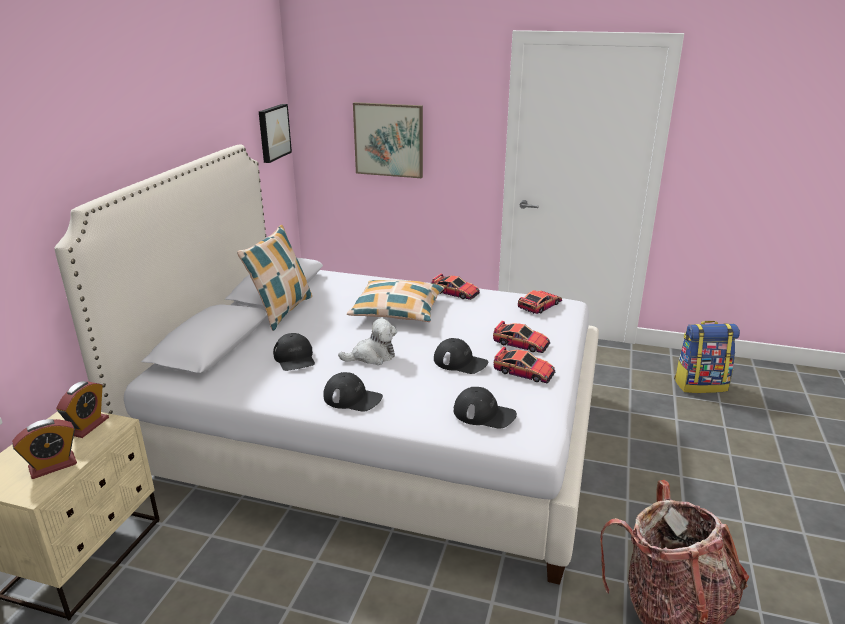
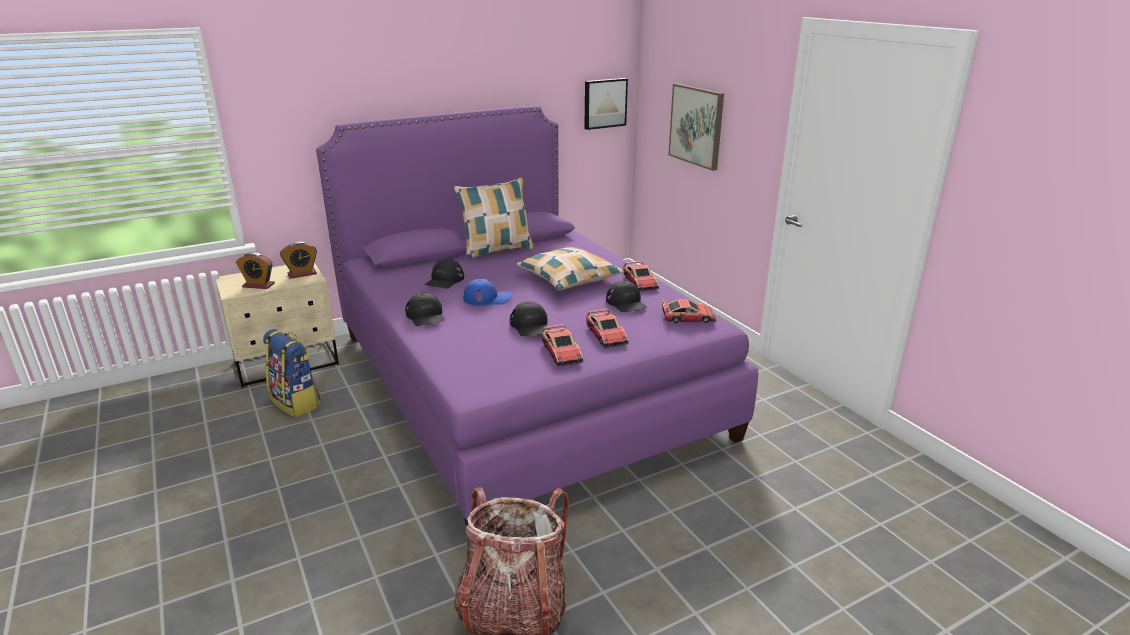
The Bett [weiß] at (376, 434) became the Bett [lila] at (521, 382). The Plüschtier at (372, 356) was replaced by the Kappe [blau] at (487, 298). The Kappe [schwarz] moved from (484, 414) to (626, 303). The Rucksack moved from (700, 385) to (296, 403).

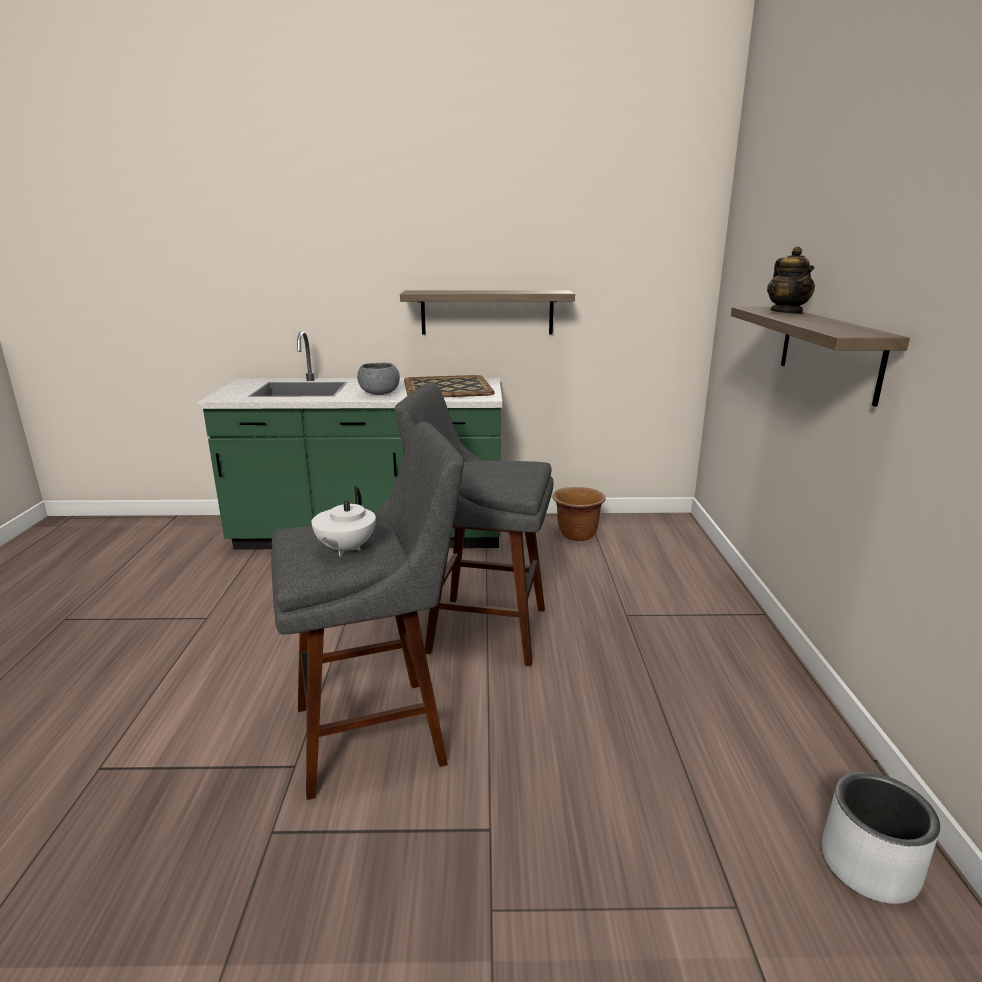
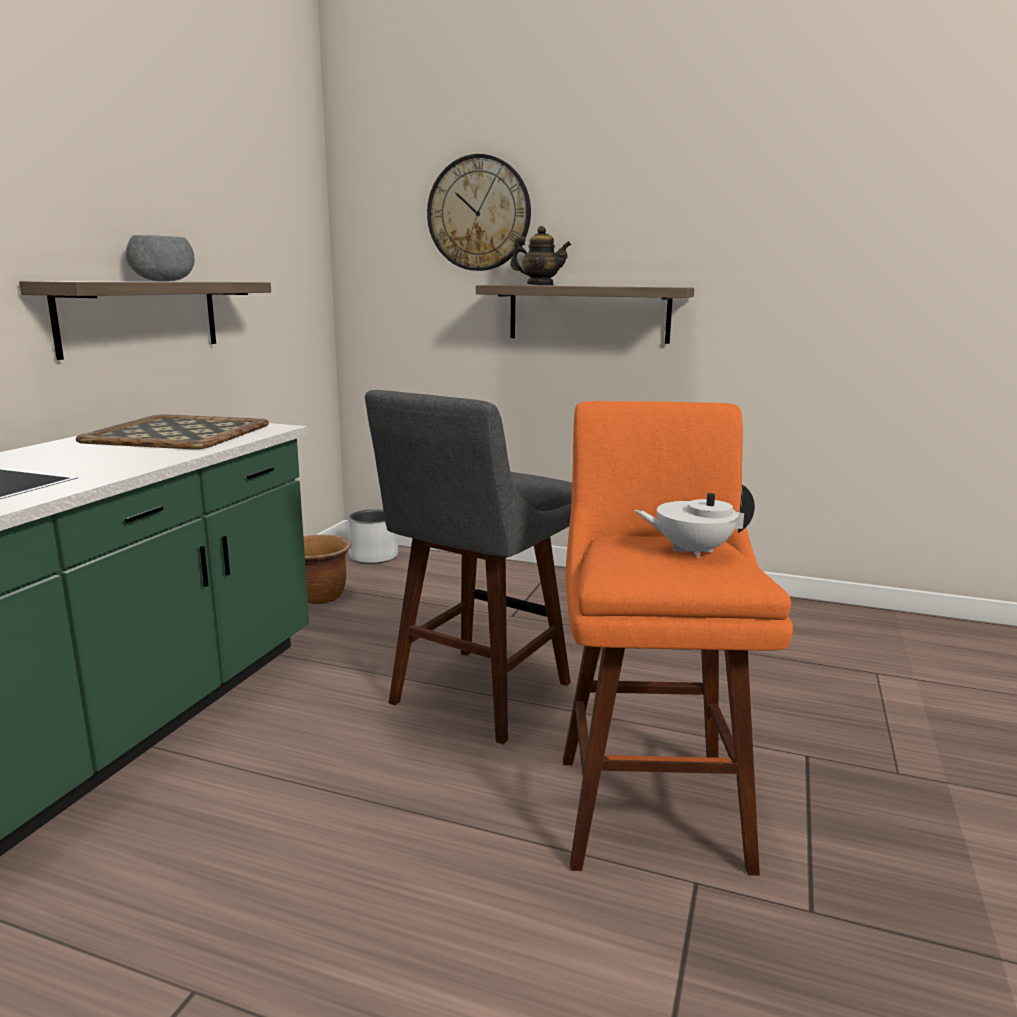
The Hocker [grau] at (378, 732) became the Hocker [orange] at (648, 803). The Teekanne [weiß] at (345, 549) turned 150 degrees clockwise. The Schüssel [grau] moved from (379, 393) to (163, 281). The Pflanzkübel [grau] moved from (868, 866) to (373, 557). The Wanduhr at (479, 213) appeared.

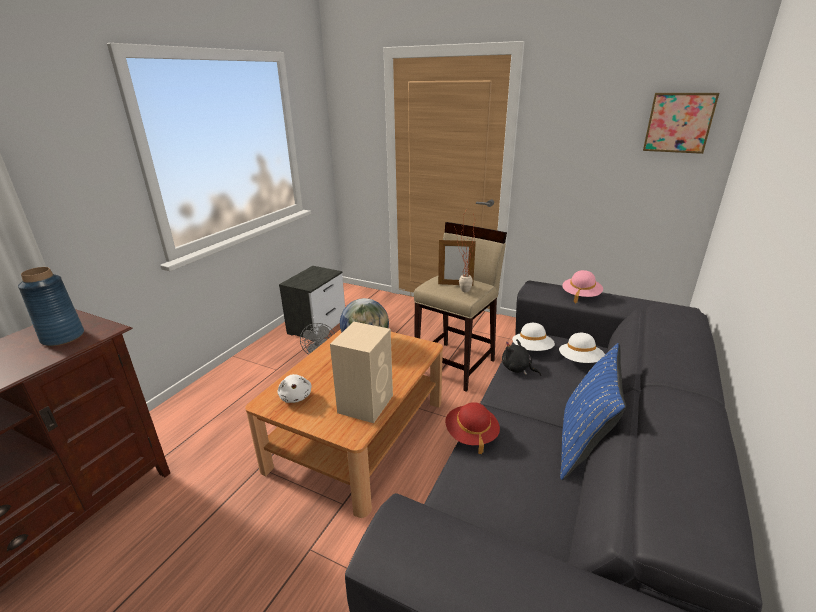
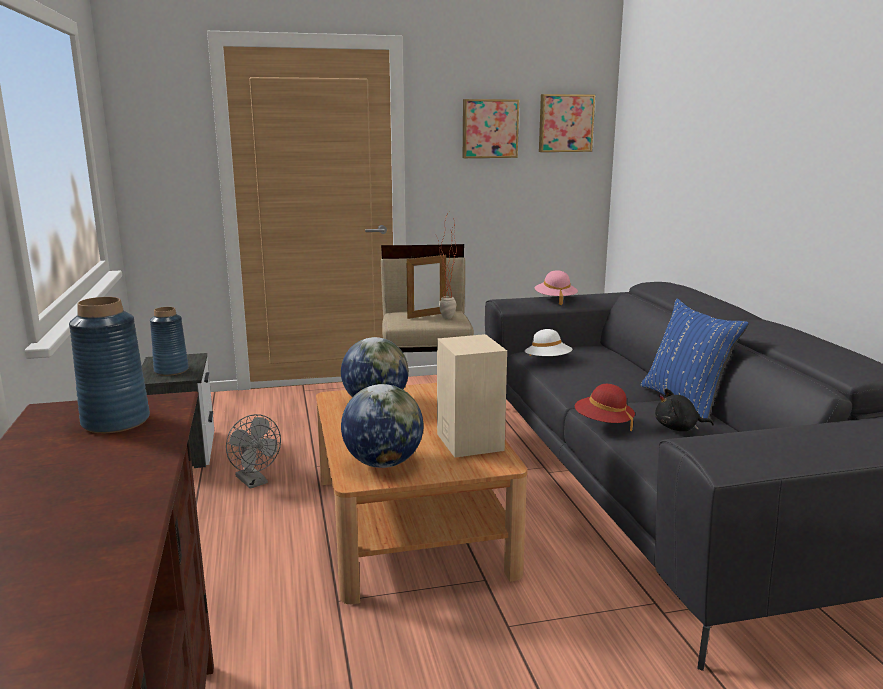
The Plüschtier [weiß] at (296, 396) was replaced by the Globus at (383, 463). The Plüschtier [schwarz] moved from (517, 369) to (678, 428). The Hut [weiß] at (580, 361) disappeared. The Vase [blau] at (171, 370) appeared. The Bild at (489, 128) appeared.

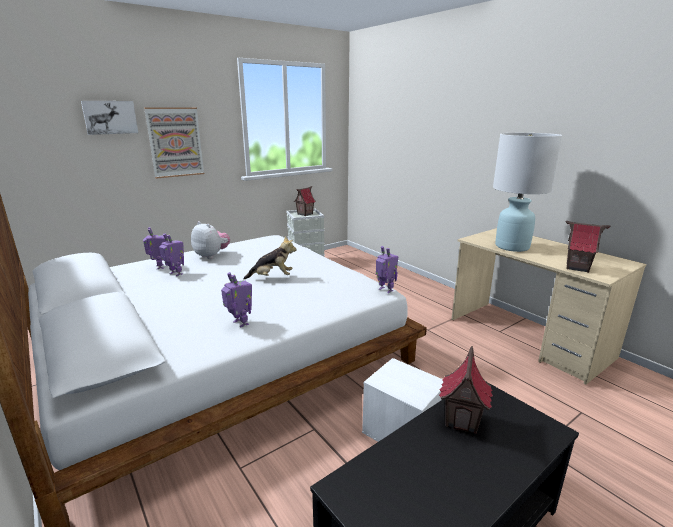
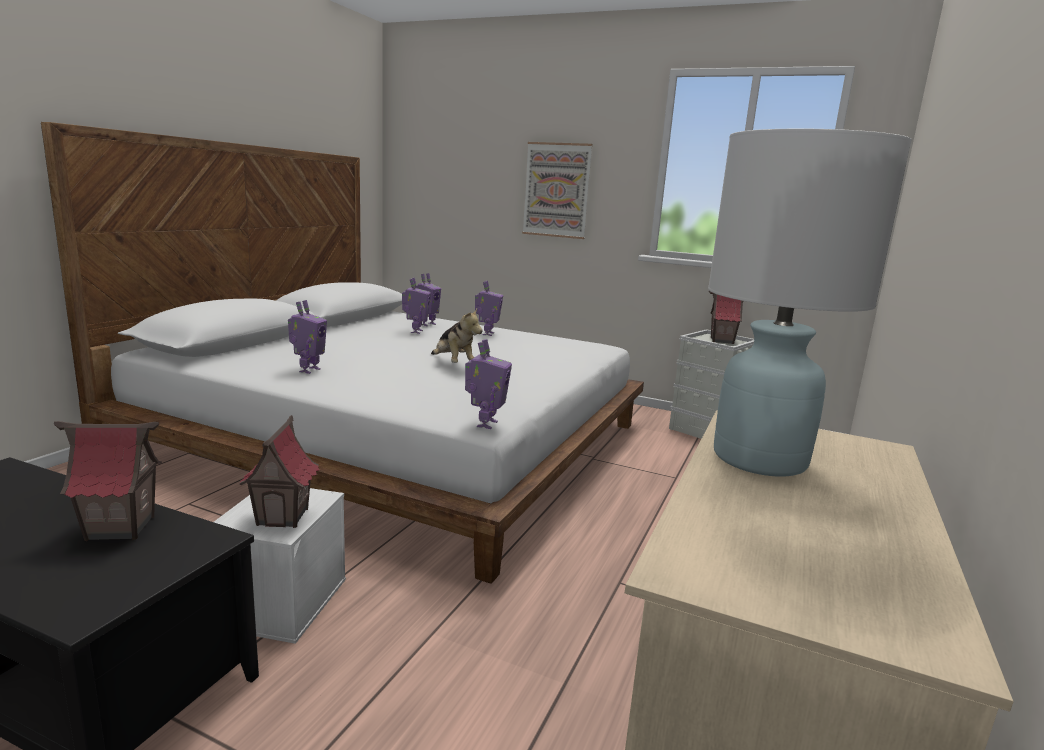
The Bild at (110, 117) disappeared. The Plüschtier at (212, 256) was replaced by the Spielzeugroboter at (487, 334). The Spielzeughaus moved from (577, 267) to (283, 517).

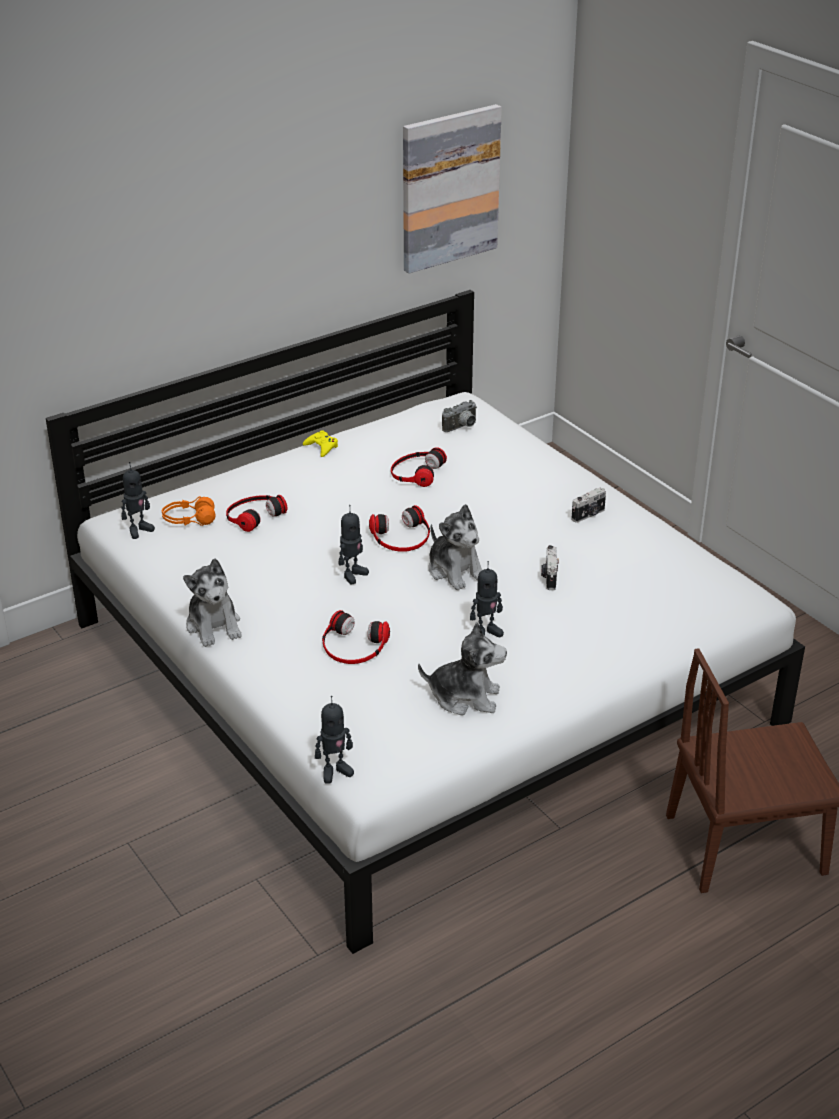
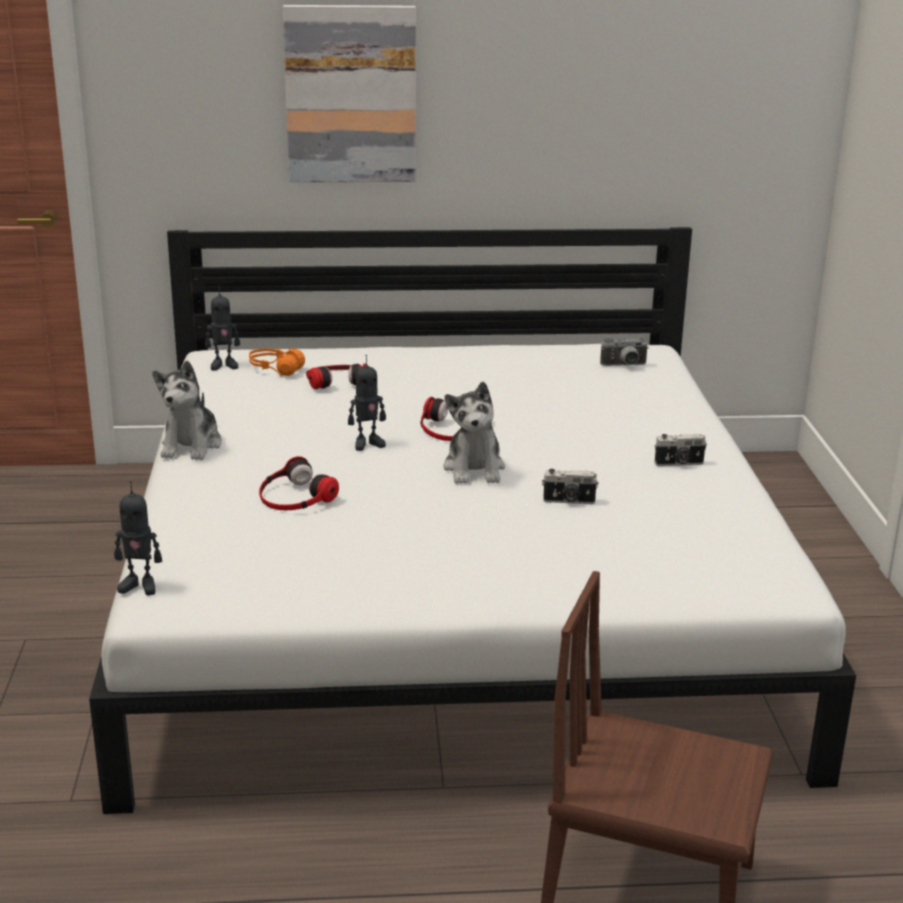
The Gamepad [gelb] at (322, 447) disappeared. The Kopfhörer at (416, 472) disappeared. The Bild moved from (449, 188) to (351, 94). The Plüschtier at (465, 697) disappeared. The Spielzeugroboter at (486, 633) disappeared. The Kamera at (549, 577) turned 120 degrees counterclockwise.

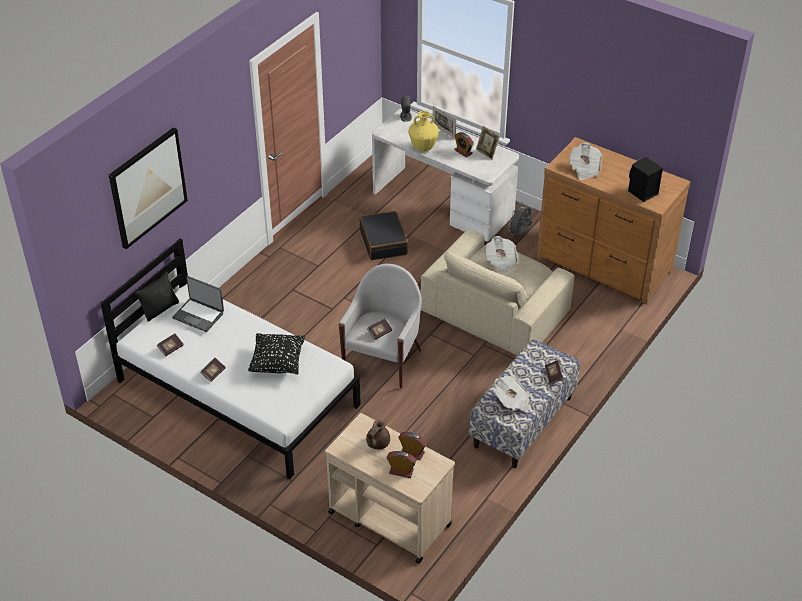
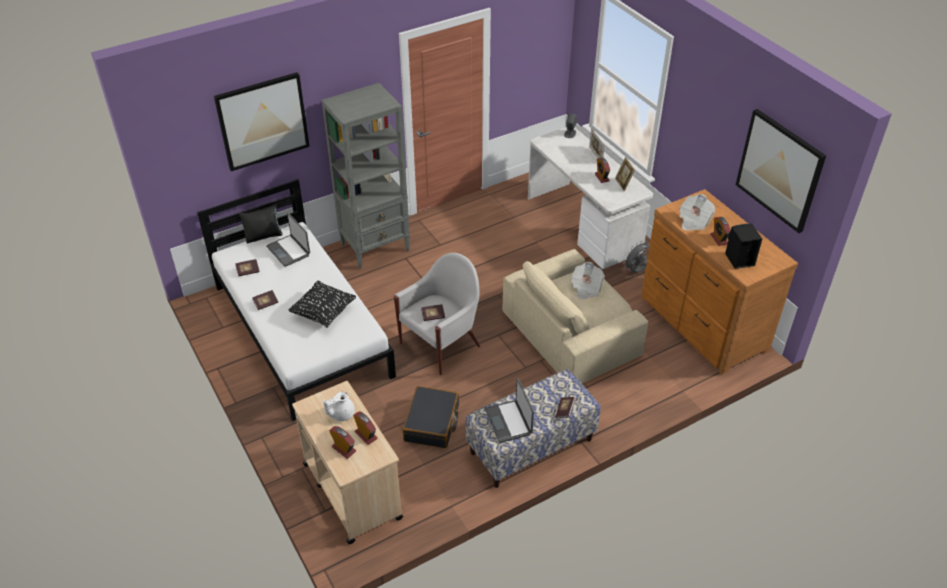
The Koffer [schwarz] moved from (384, 242) to (432, 423). The Teekanne [braun] at (377, 443) became the Teekanne [weiß] at (341, 414). The Vase [gelb] at (423, 147) disappeared. The Zeitung at (512, 401) was replaced by the Laptop at (509, 421). The Bücherregal [grau] at (376, 247) appeared. The Wecker at (719, 239) appeared. The Bild at (779, 170) appeared.

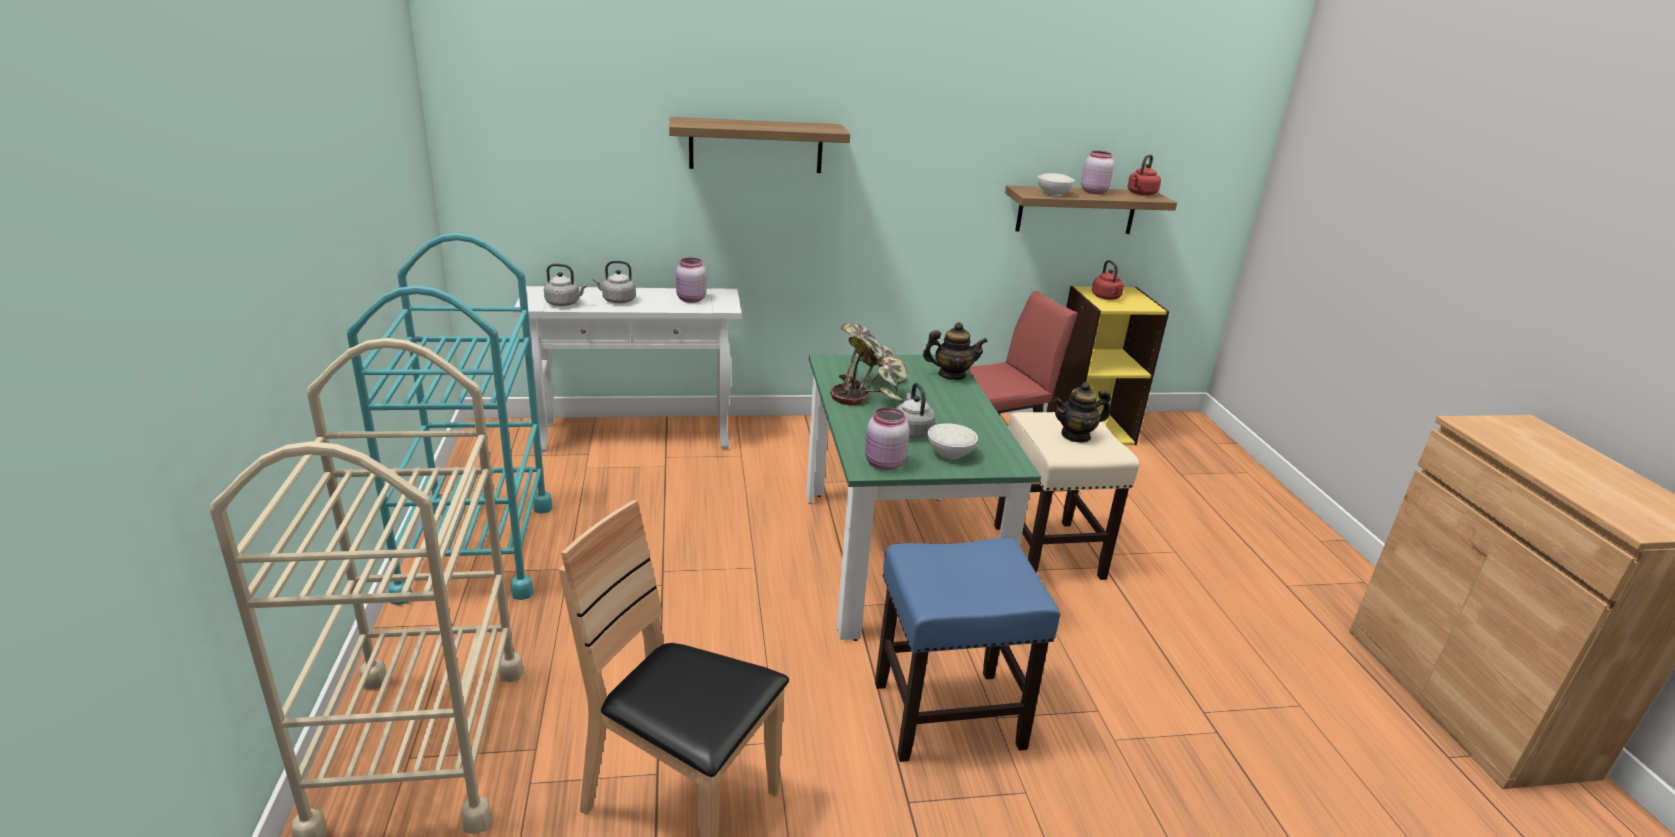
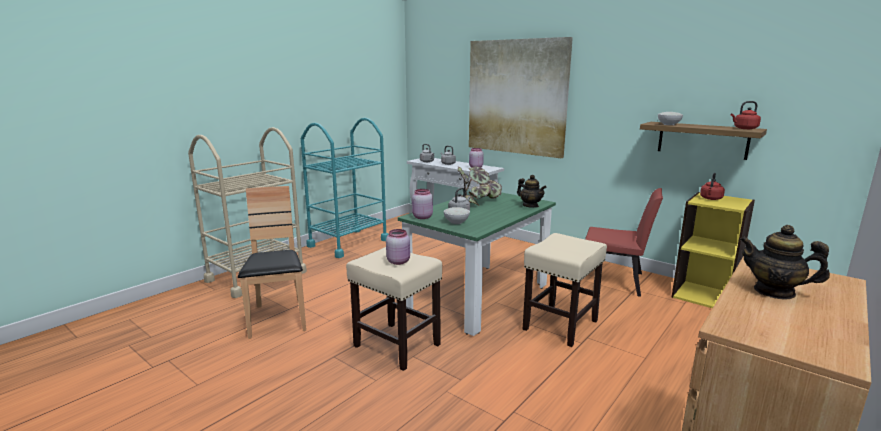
The Wandregal at (756, 145) was replaced by the Bild at (516, 97). The Hocker [blau] at (946, 715) became the Hocker [beige] at (396, 345). The Teekanne moved from (1076, 435) to (774, 291). The Vorratsglas [rosa] moved from (1093, 191) to (399, 261).

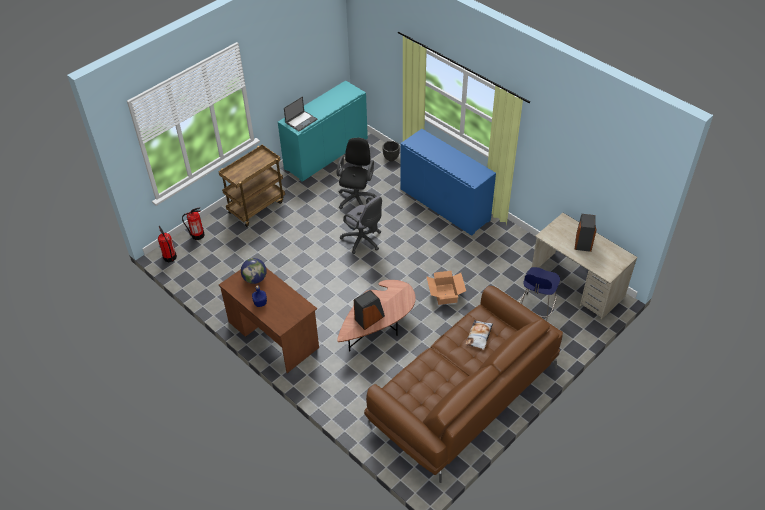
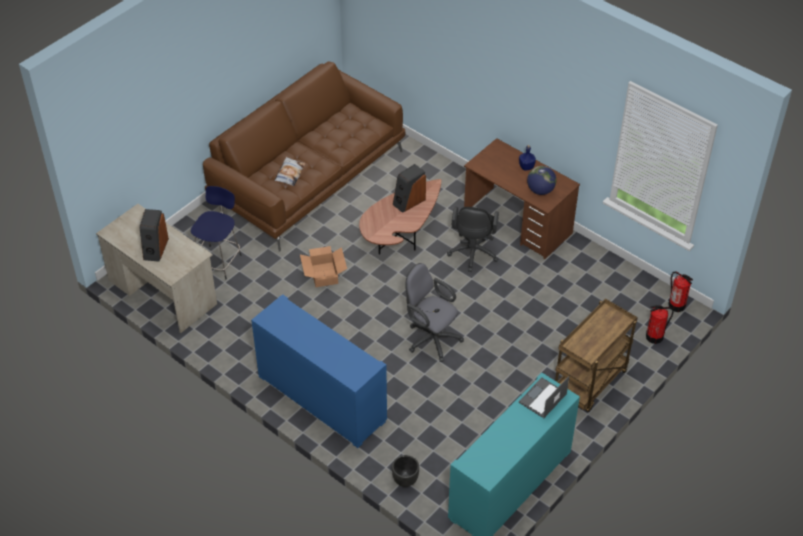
The Bürostuhl [schwarz] moved from (357, 197) to (472, 254).

